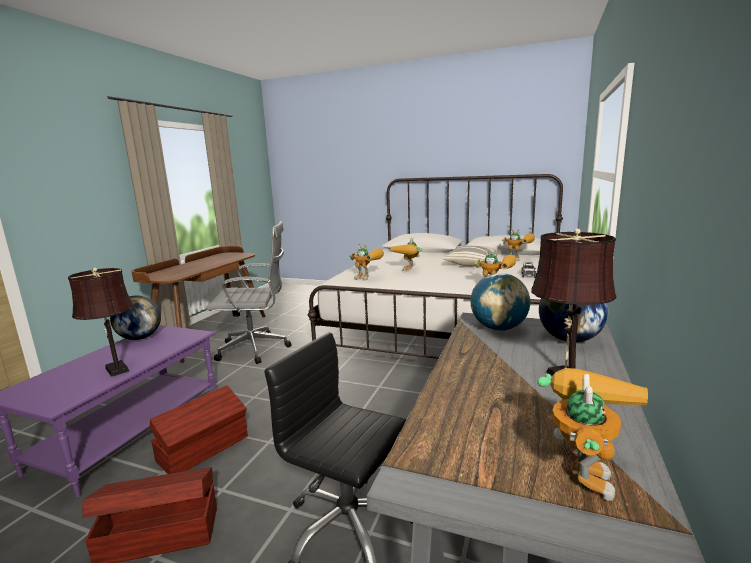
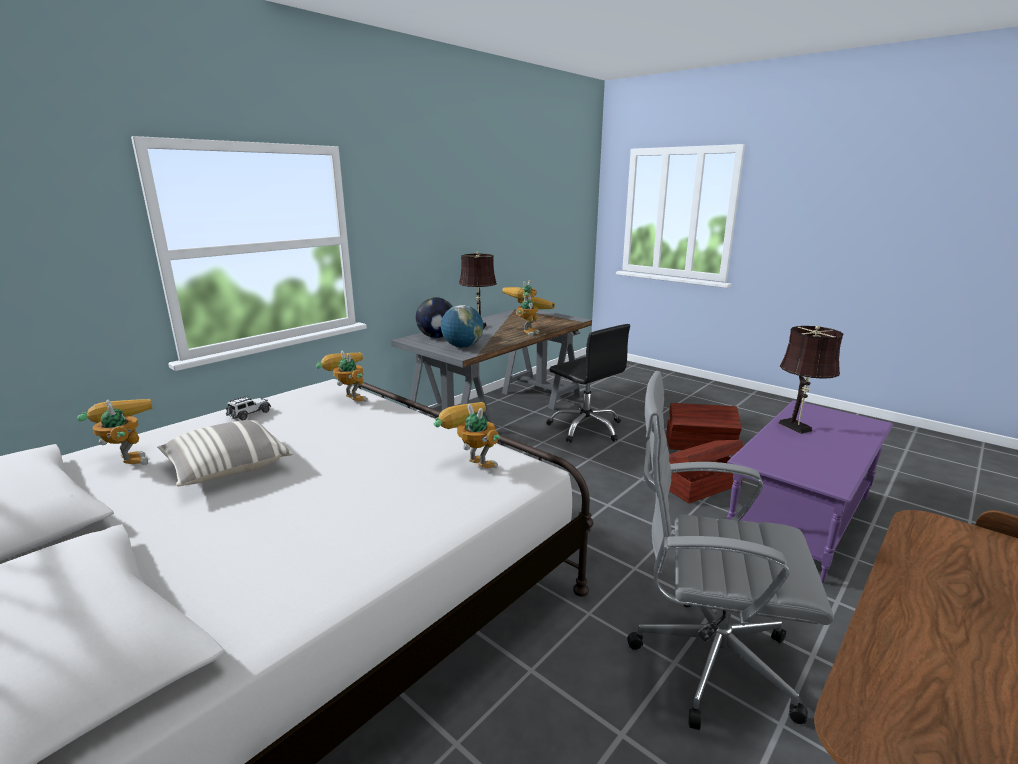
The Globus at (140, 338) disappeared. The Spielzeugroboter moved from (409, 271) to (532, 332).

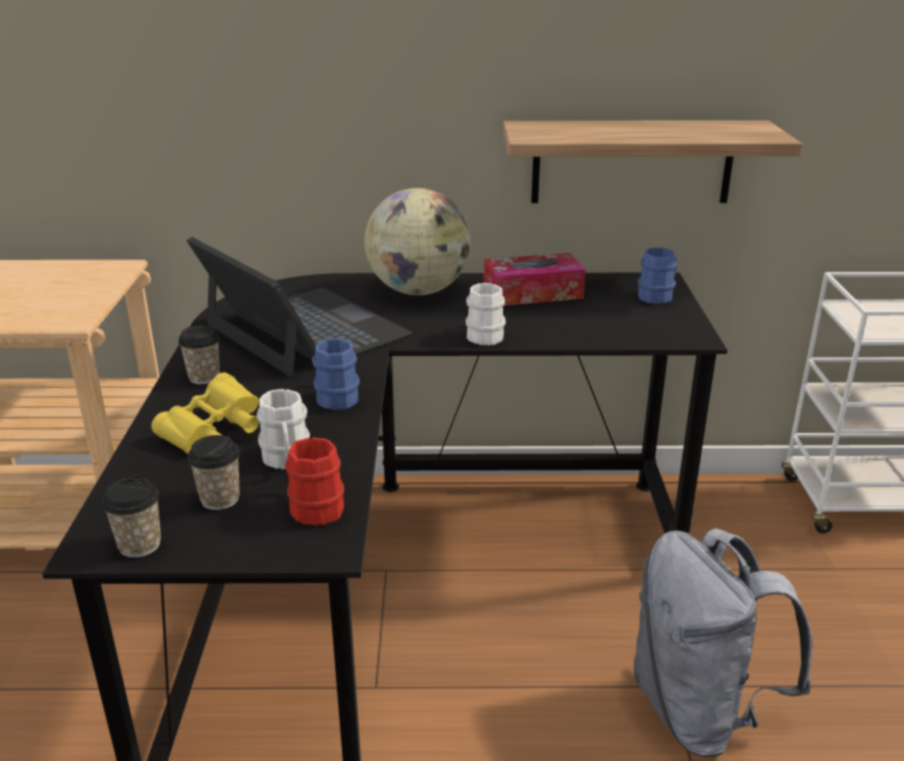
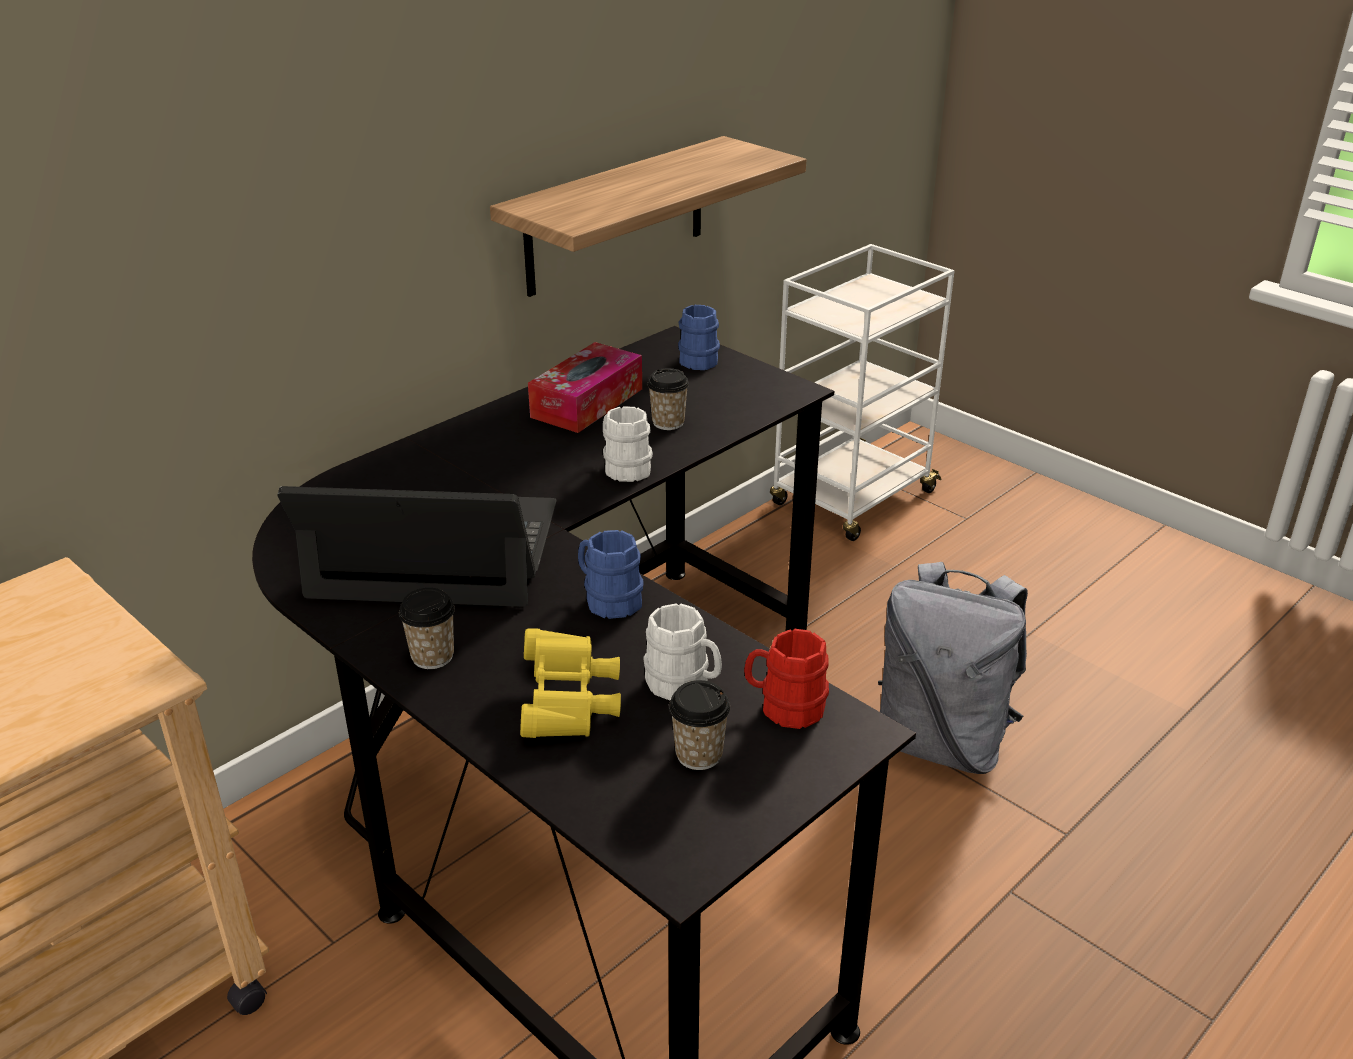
The Tasse moved from (139, 545) to (668, 423). The Globus at (419, 291) disappeared.

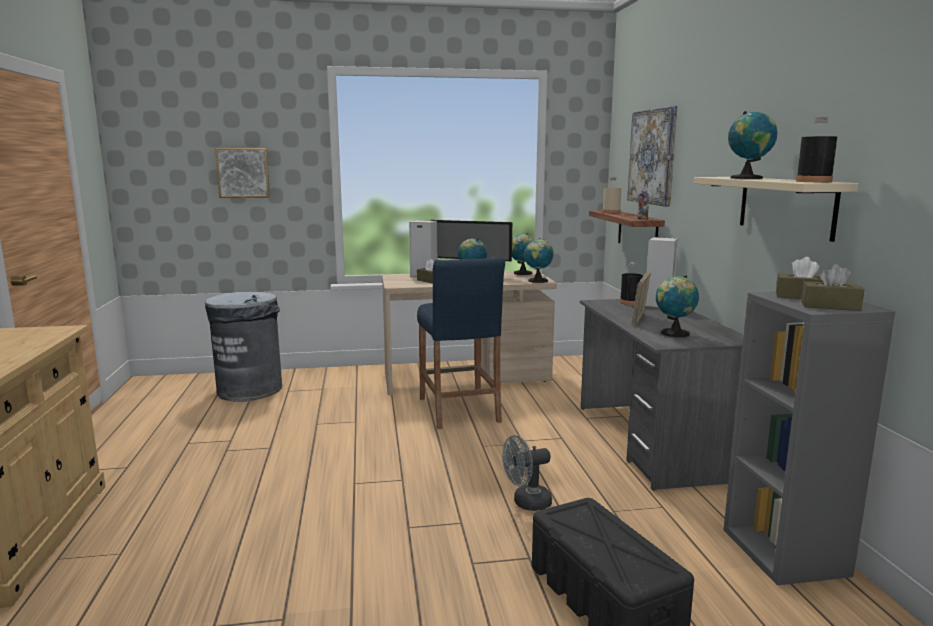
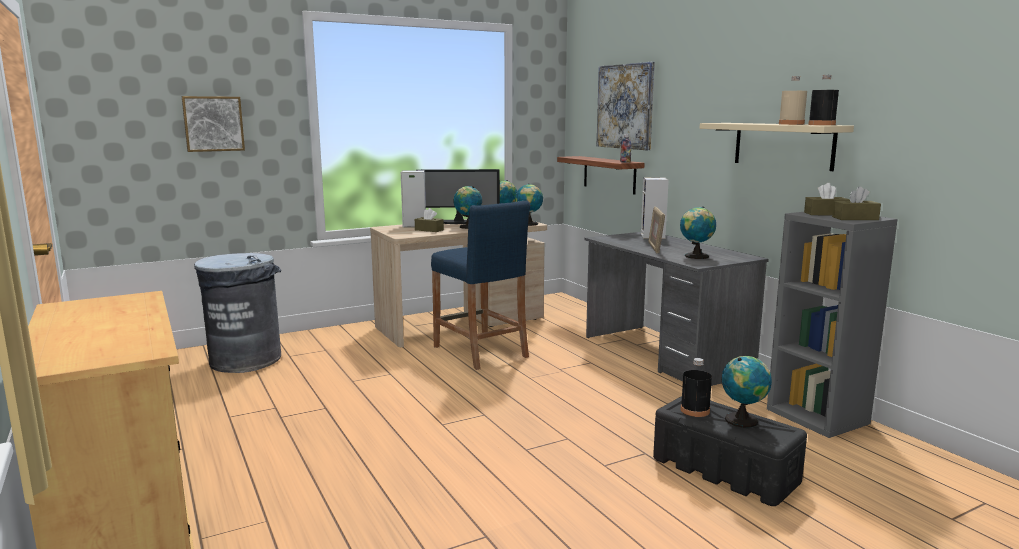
The Ventilator [grau] at (526, 503) disappeared. The Flasche [beige] moved from (611, 212) to (791, 124). The Flasche [schwarz] moved from (630, 302) to (695, 410). The Globus moved from (748, 178) to (743, 420).

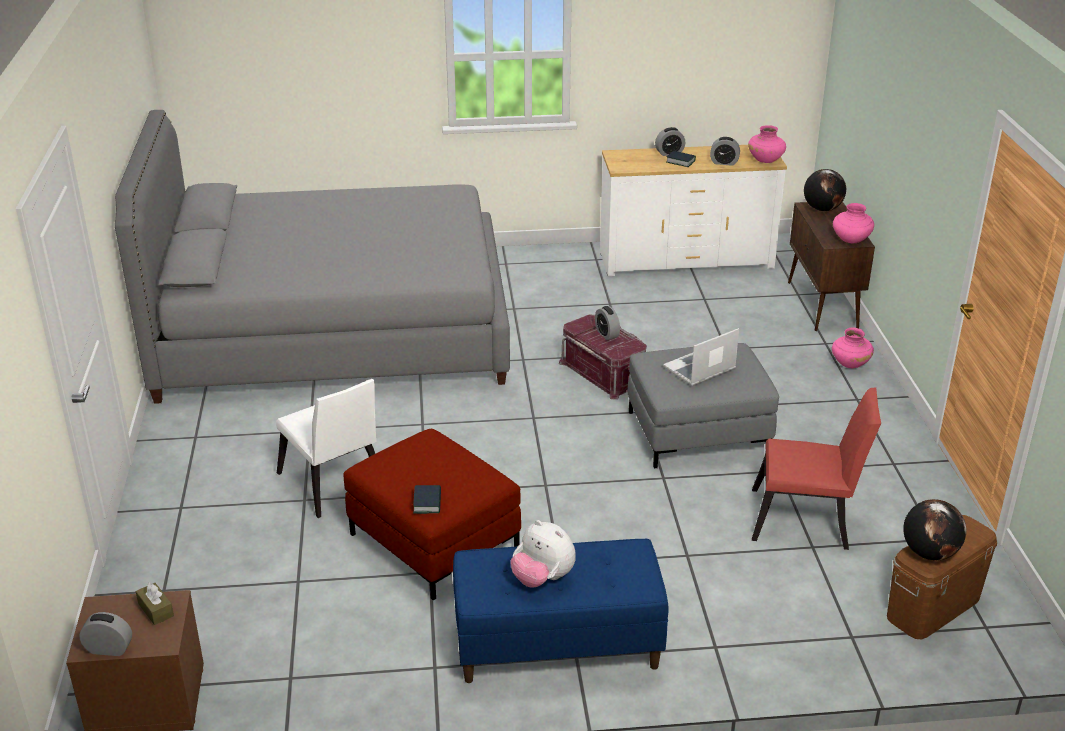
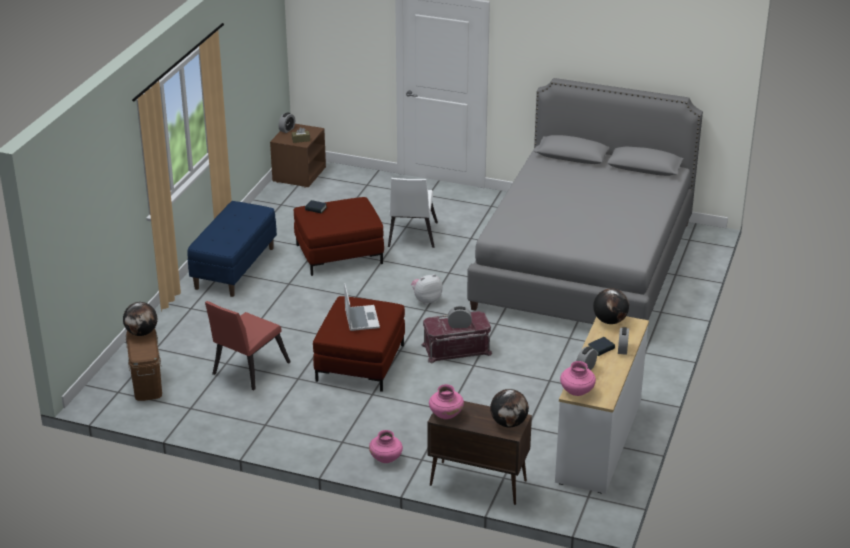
The Stuhl [weiß] at (334, 485) turned 75 degrees counterclockwise. The Plüschtier moved from (542, 578) to (426, 300). The Polsterhocker [grau] at (697, 433) became the Polsterhocker [rot] at (360, 362). The Globus at (609, 321) appeared.

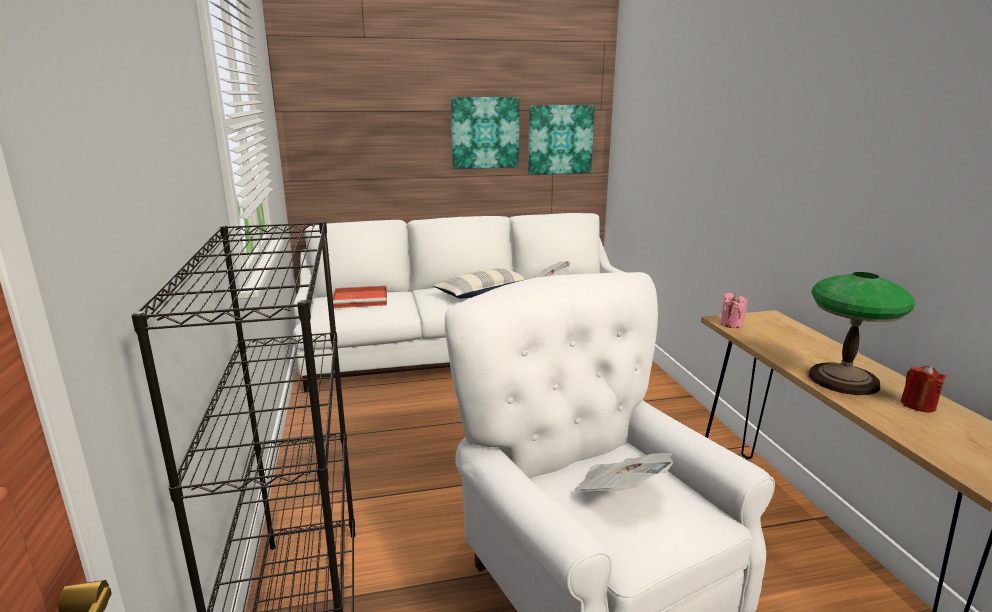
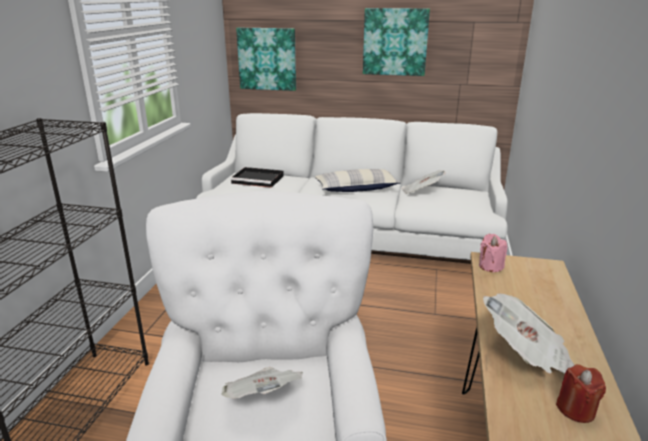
The Tablett [rot] at (362, 299) became the Tablett [schwarz] at (259, 179). The Bild moved from (560, 139) to (267, 59). The Tischlampe at (844, 380) was replaced by the Zeitung at (528, 356).

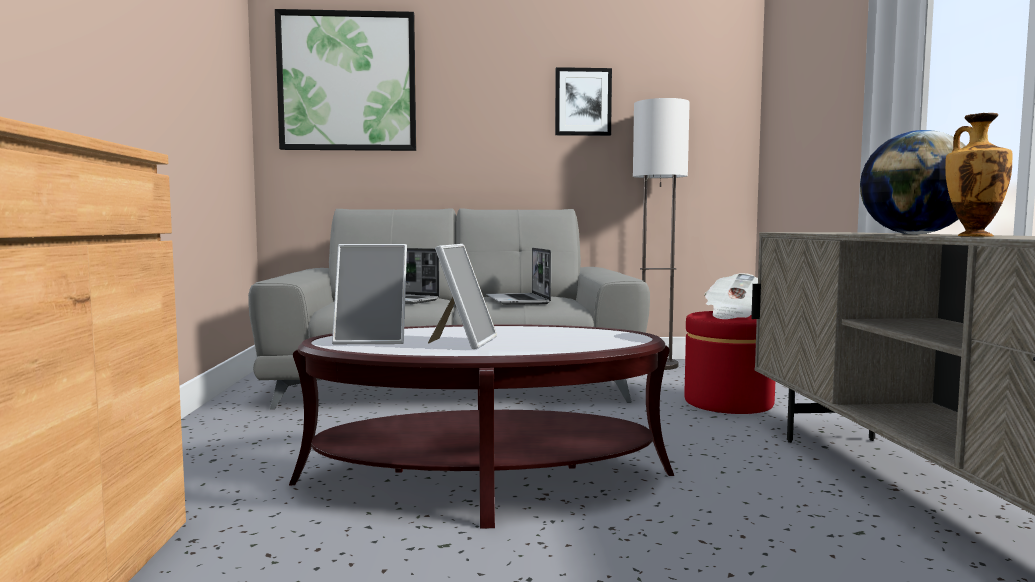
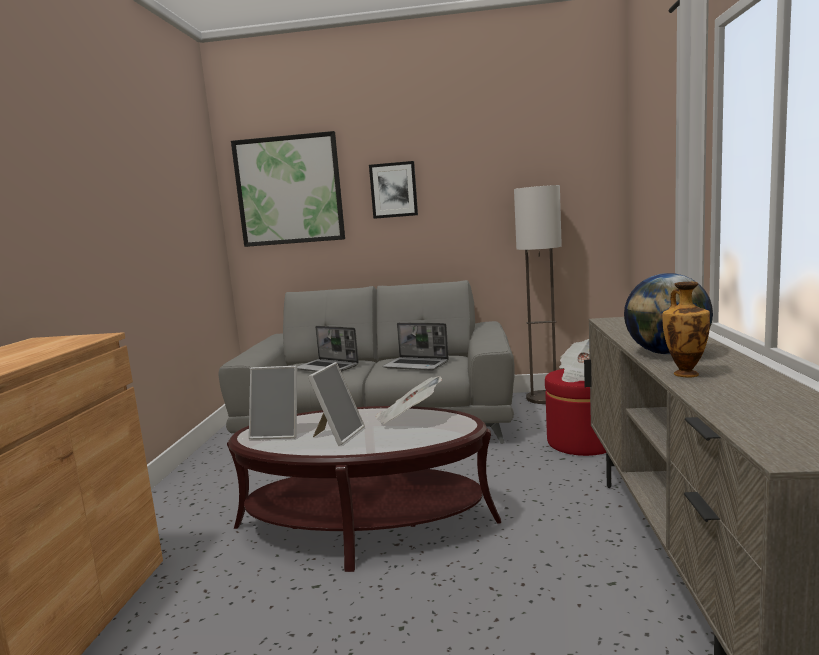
The Laptop at (519, 301) turned 60 degrees counterclockwise. The Bild moved from (583, 102) to (393, 190). The Zeitung at (408, 418) appeared.

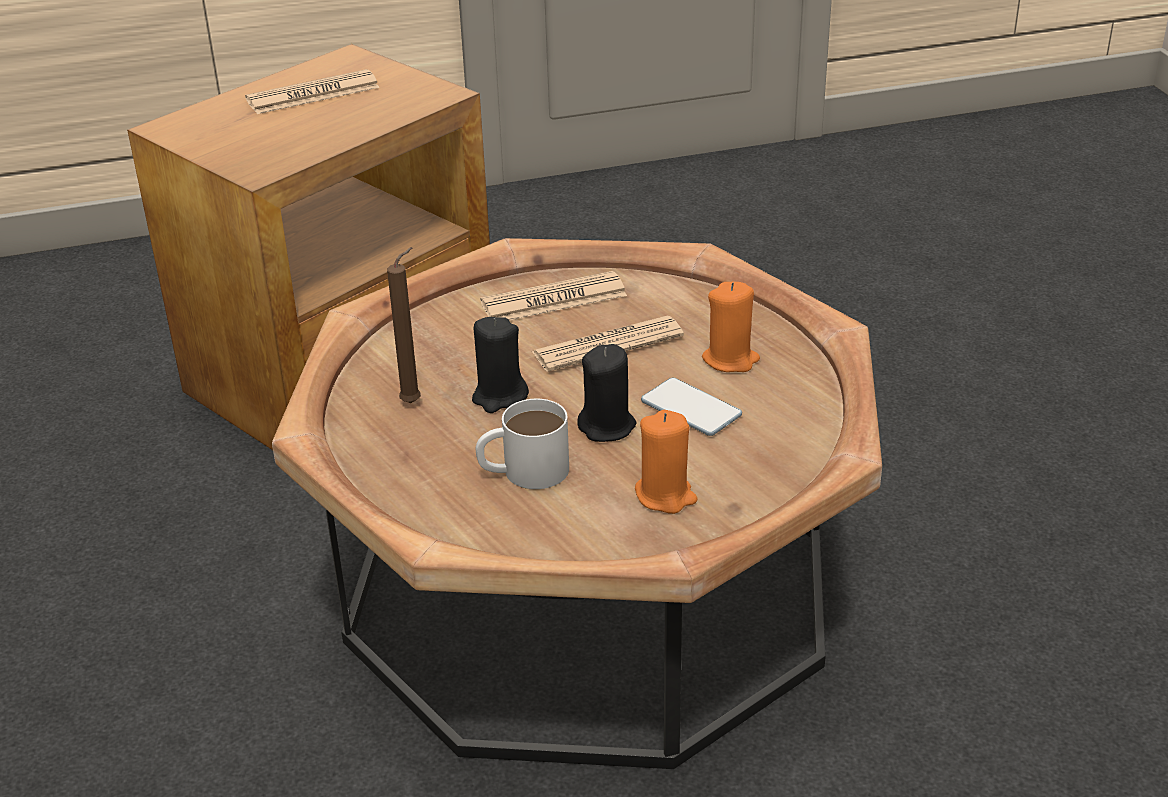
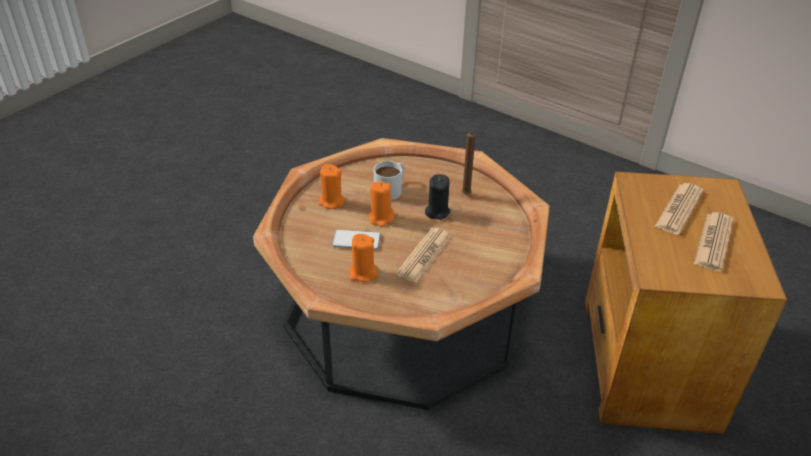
The Zeitung moved from (553, 300) to (679, 209). The Kerze [schwarz] at (607, 427) became the Kerze [orange] at (381, 218).

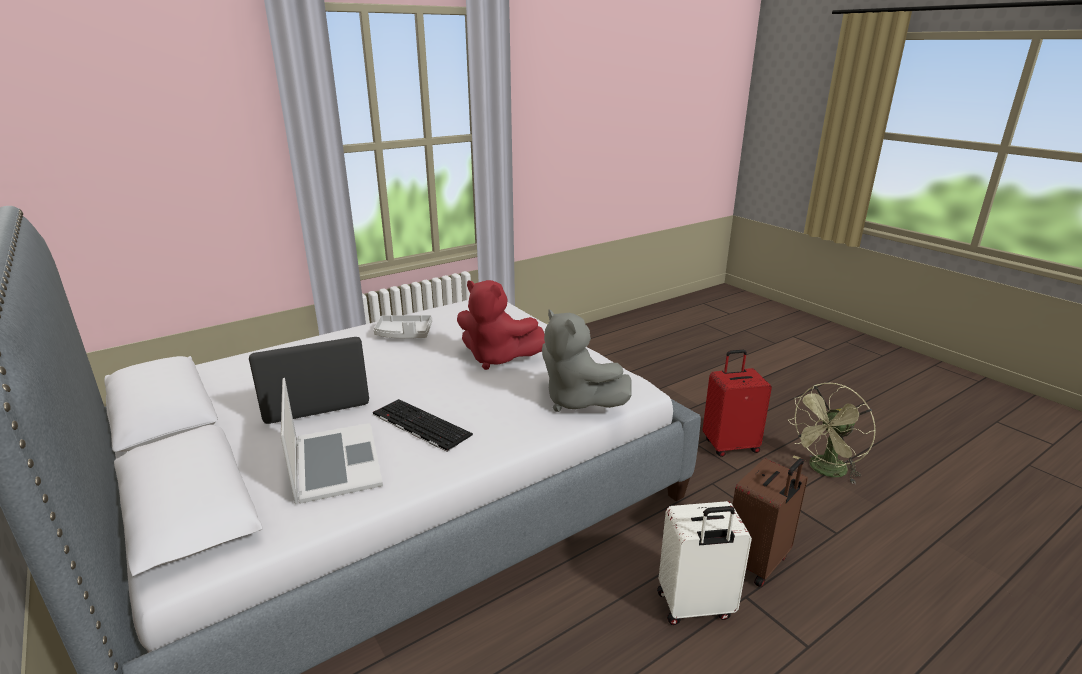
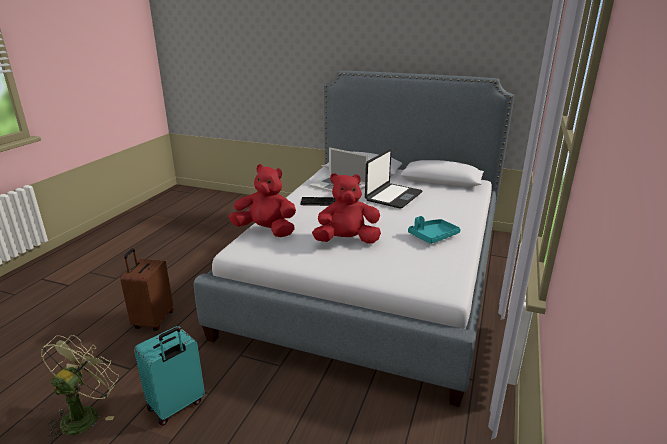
The Tablett [grau] at (404, 334) became the Tablett [türkis] at (433, 236). The Plüschtier [grau] at (577, 401) became the Plüschtier [rot] at (266, 231). The Koffer [weiß] at (695, 607) disappeared. The Koffer [rot] at (730, 445) became the Koffer [türkis] at (176, 406).

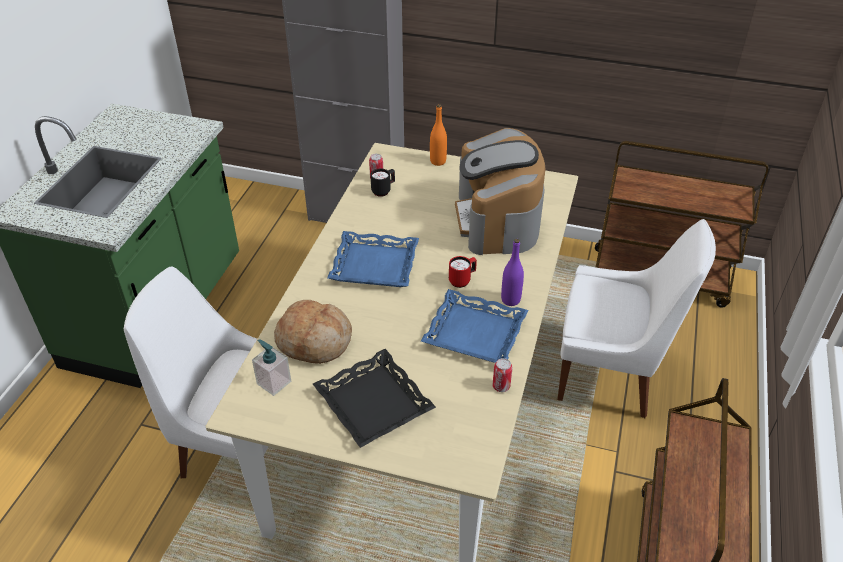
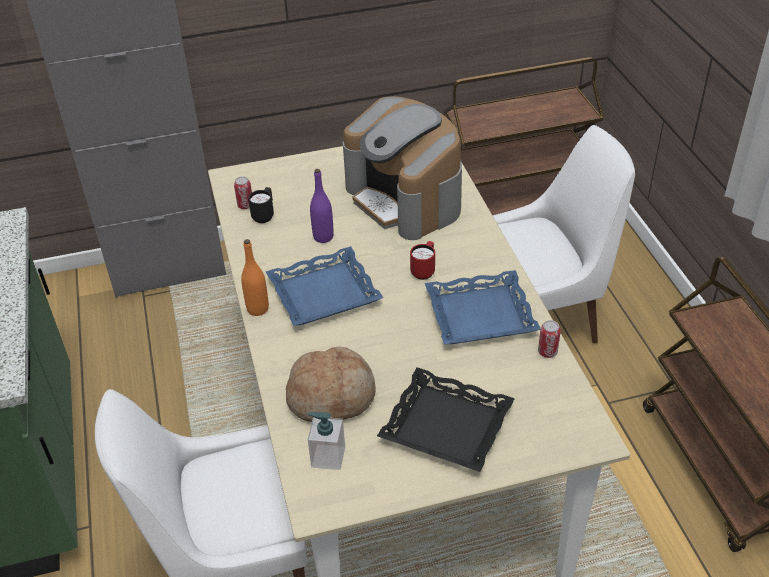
The Flasche [orange] moved from (438, 161) to (258, 309). The Flasche [lila] moved from (510, 300) to (323, 237).

